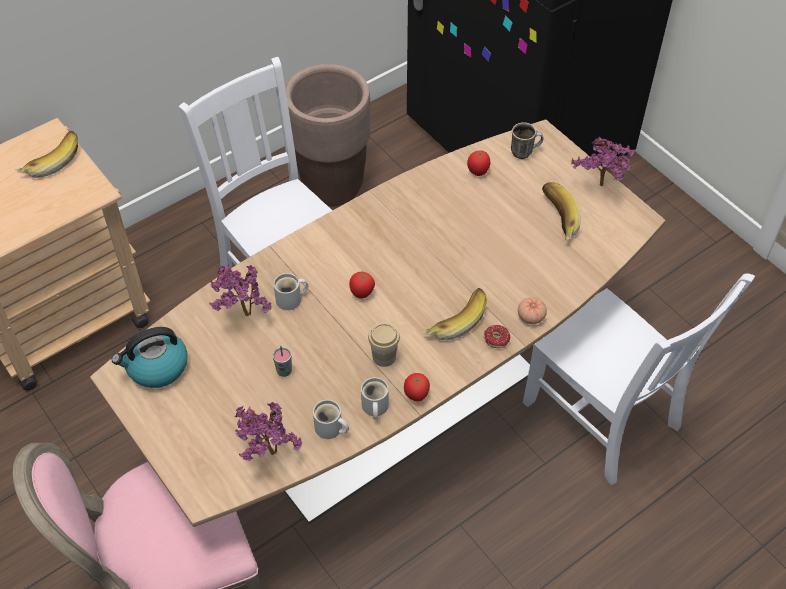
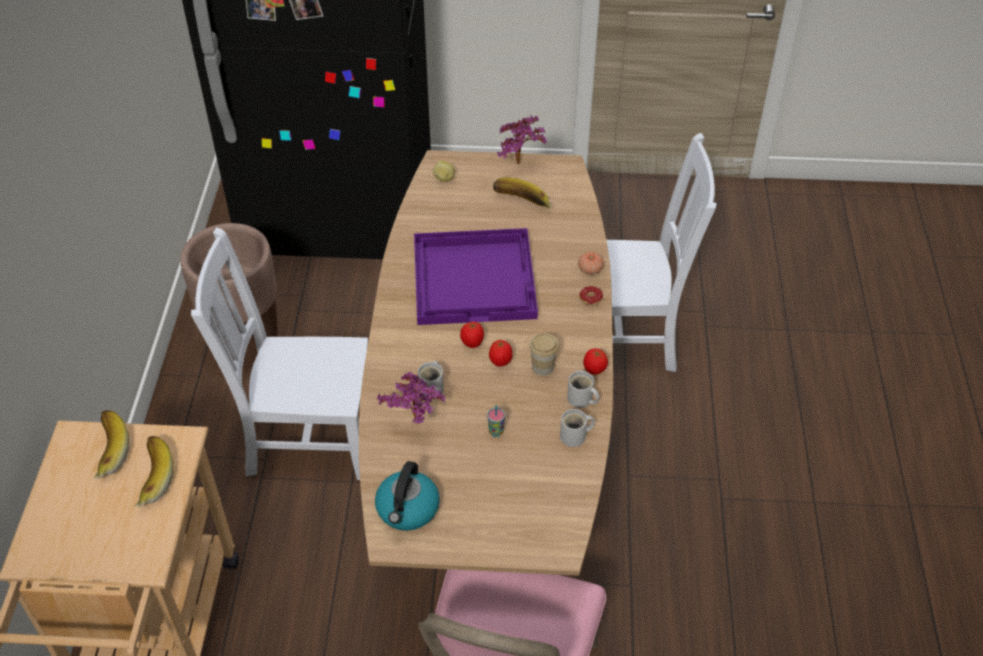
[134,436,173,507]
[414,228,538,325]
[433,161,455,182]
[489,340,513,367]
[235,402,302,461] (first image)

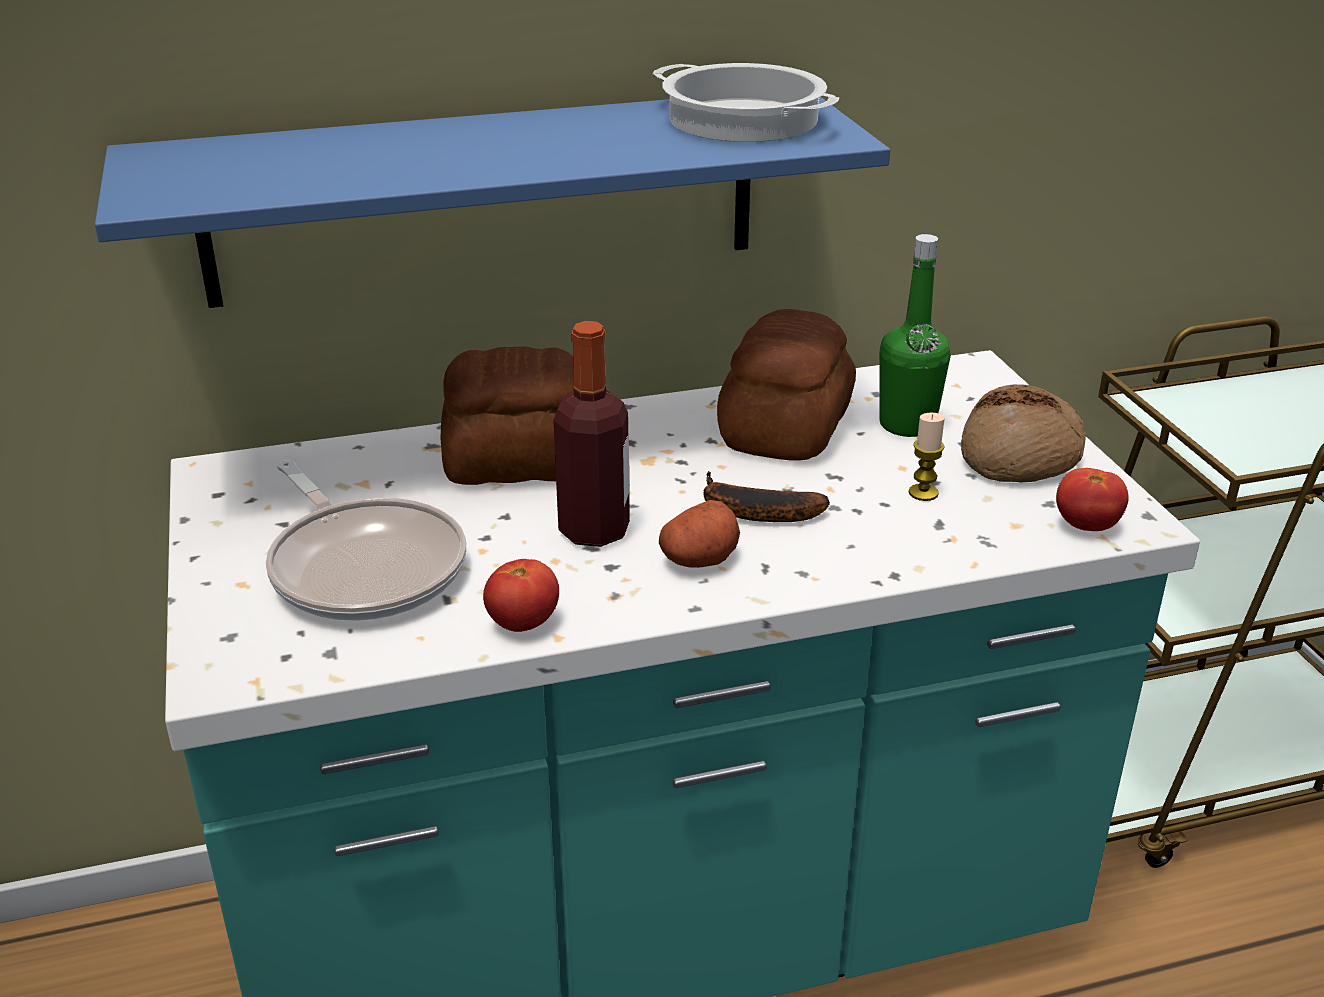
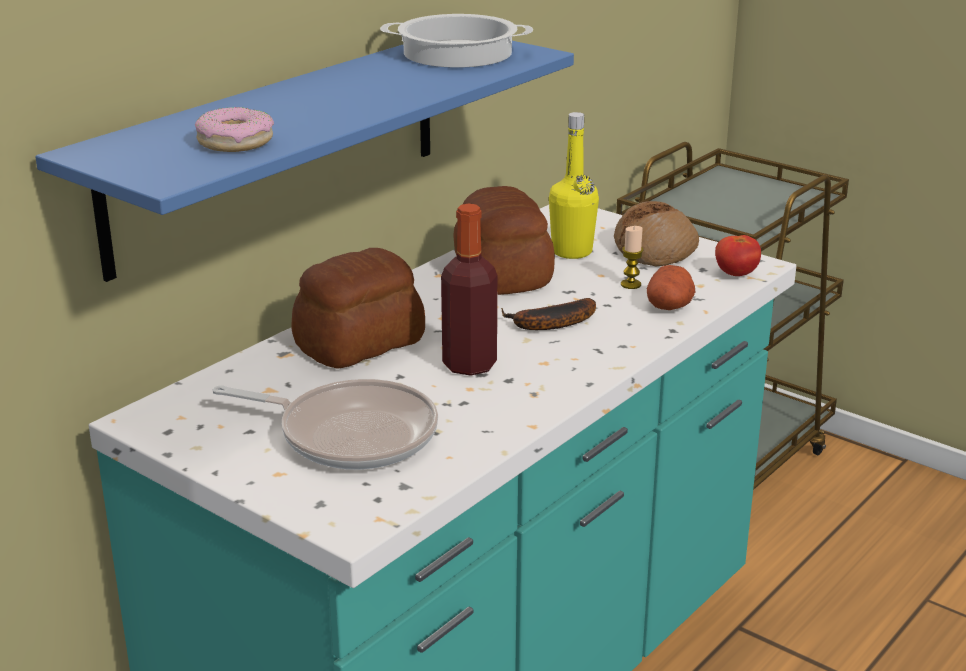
[195,107,274,152]
[549,112,599,259]
[647,265,695,310]
[483,559,559,632] (first image)

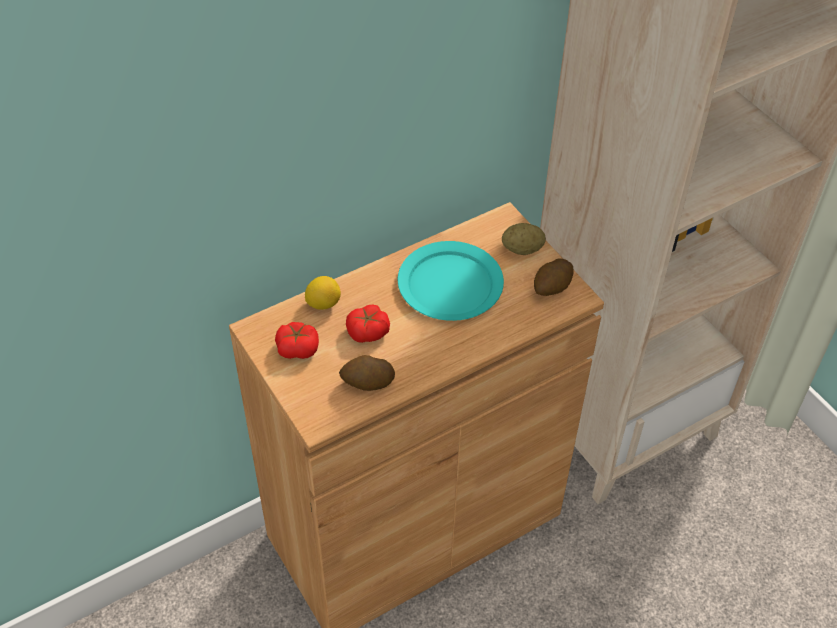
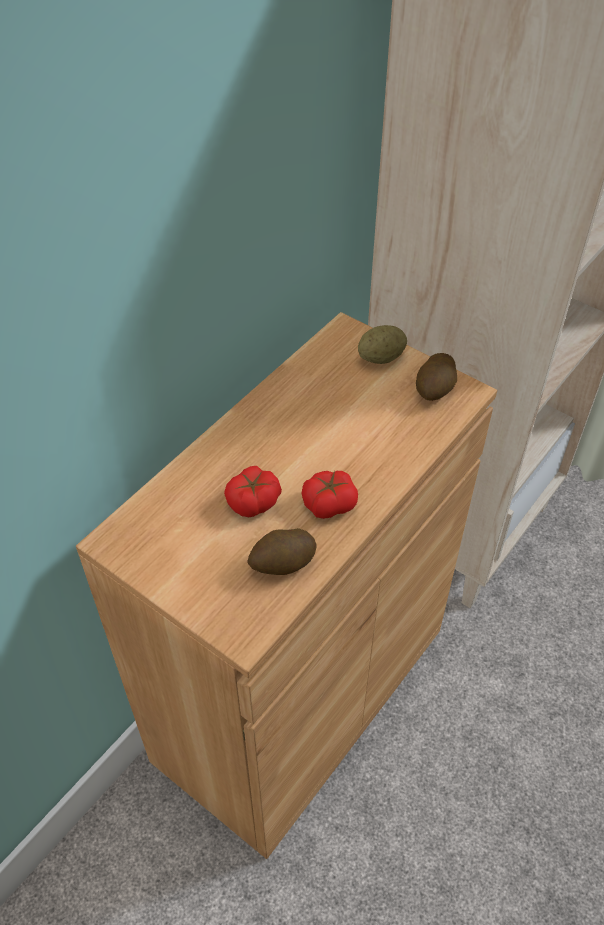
[301,471,358,519]
[305,276,341,310] (first image)
[398,241,504,321] (first image)

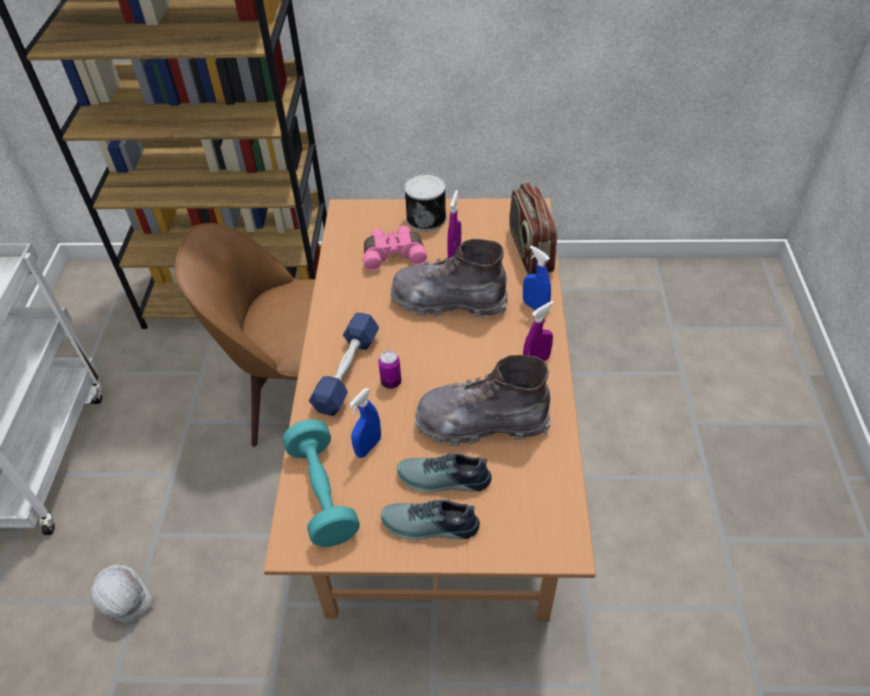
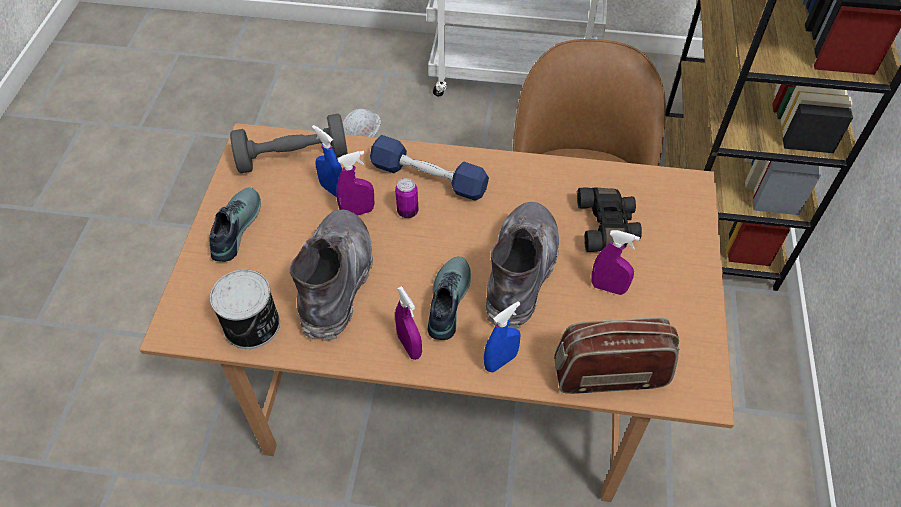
[210,269,280,349]
[230,114,348,173]
[336,151,374,215]
[428,256,471,340]
[577,187,642,252]

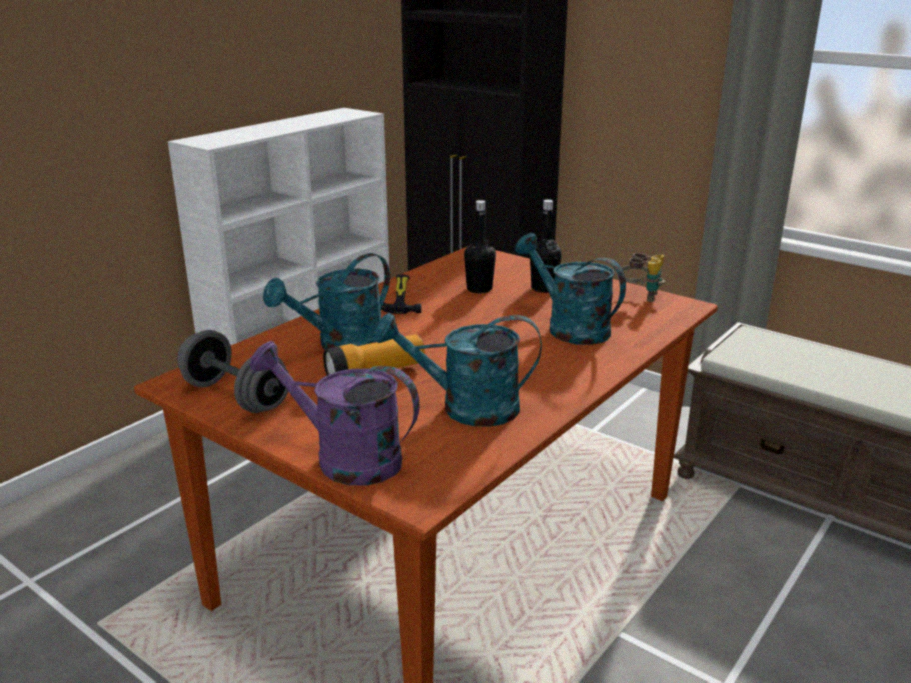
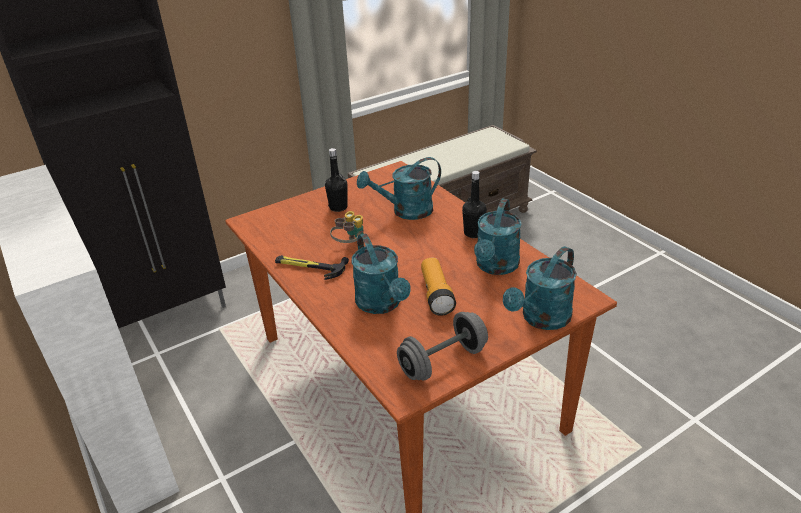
[330,211,364,244]
[462,171,487,238]
[503,246,577,330]

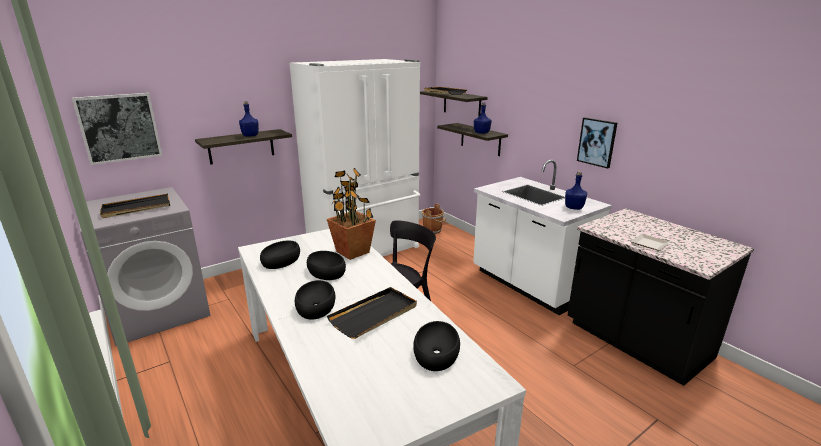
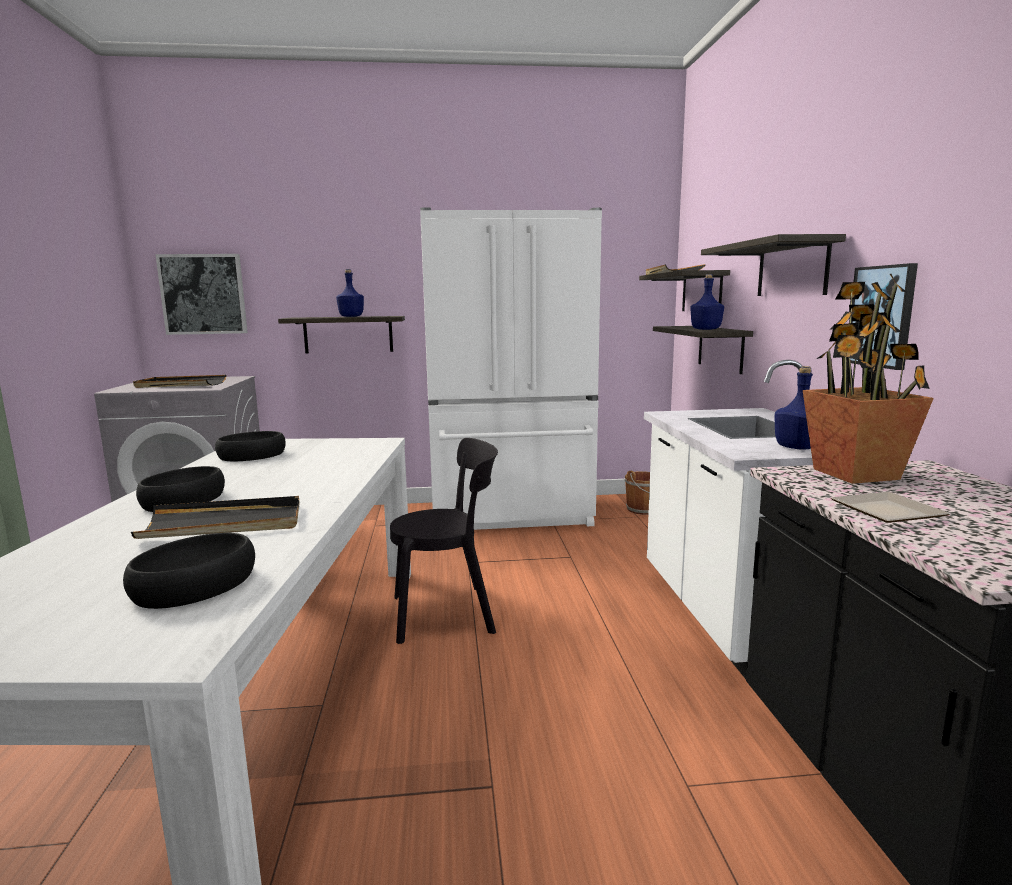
[701,234,846,296]
[803,274,934,484]
[307,251,346,280] (first image)

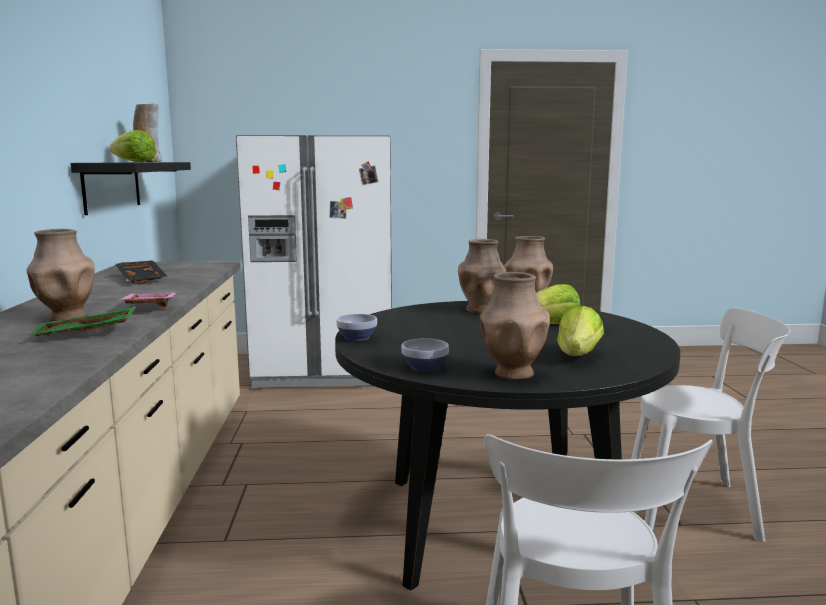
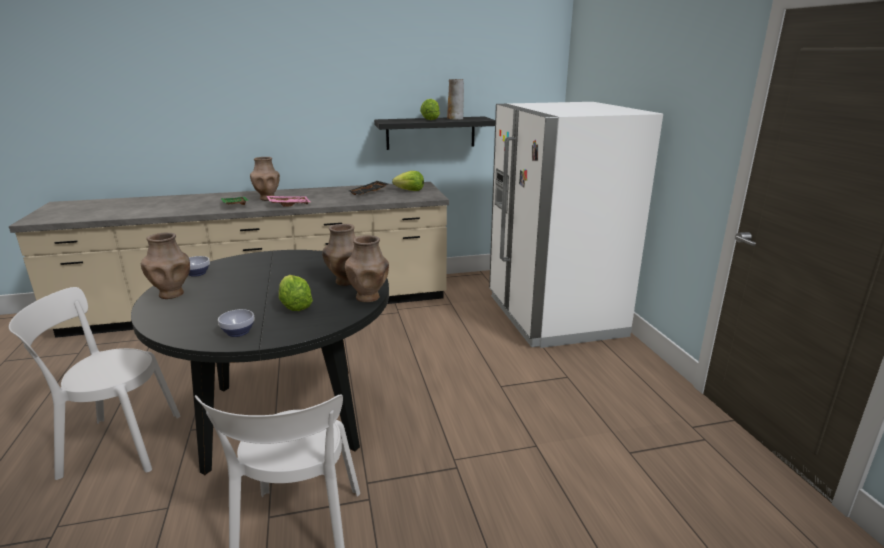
[218,309,254,337]
[392,171,424,191]

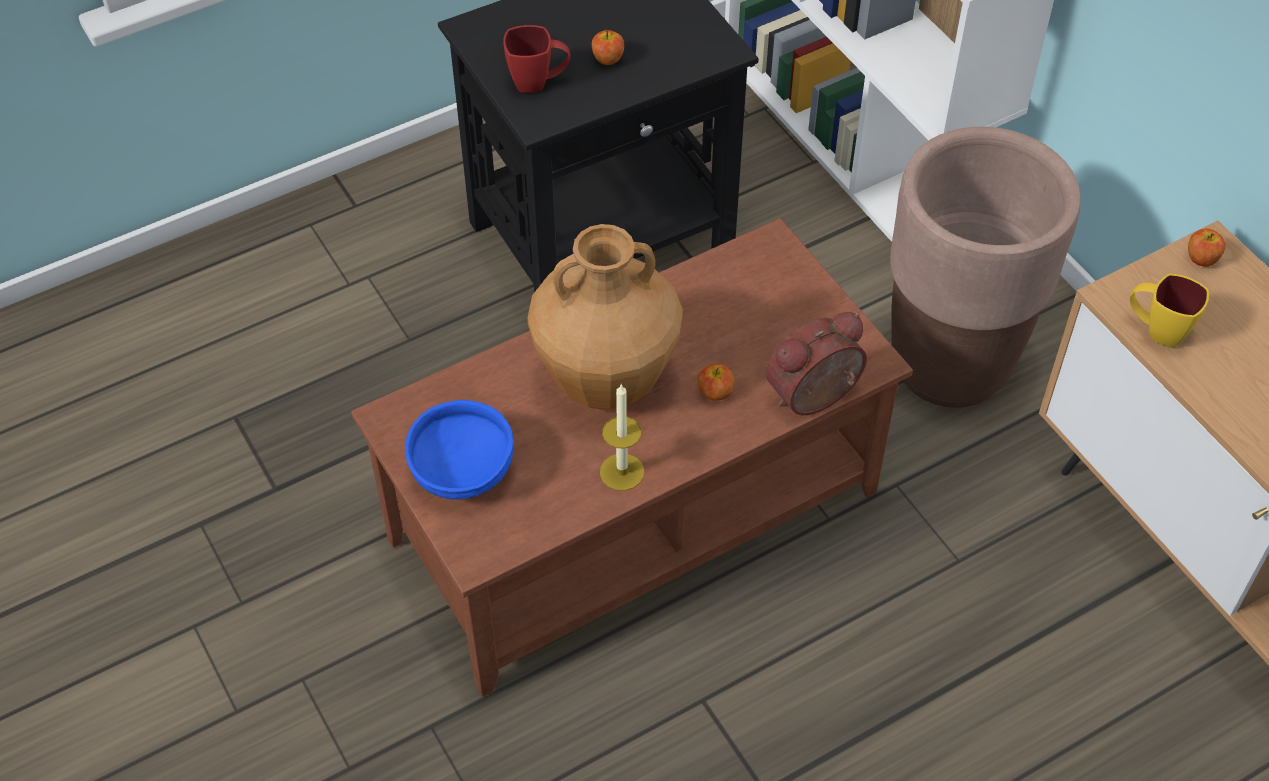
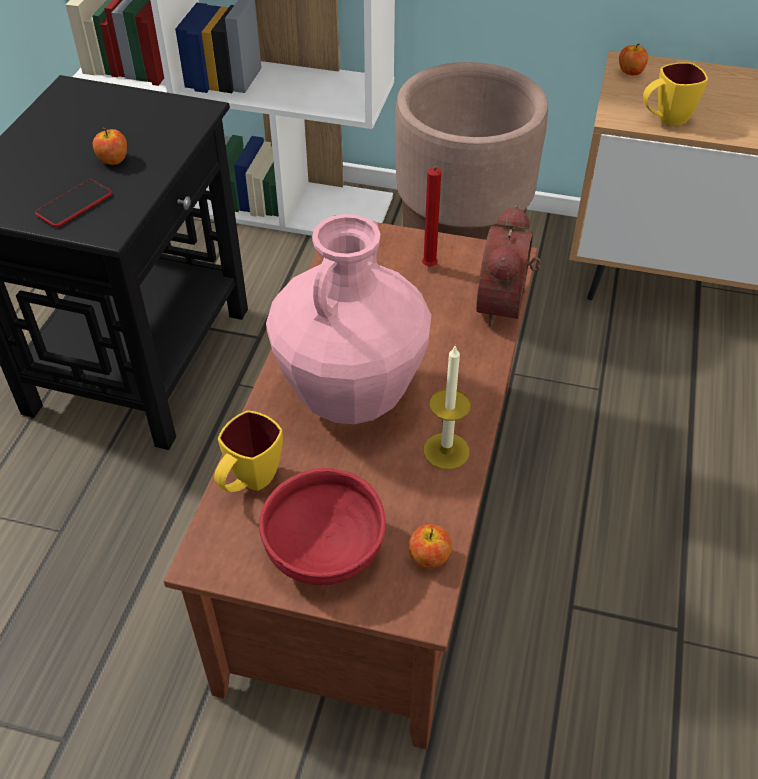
[35,180,112,227]
[214,410,283,492]
[259,468,386,585]
[266,214,431,424]
[409,524,452,568]
[422,166,441,267]

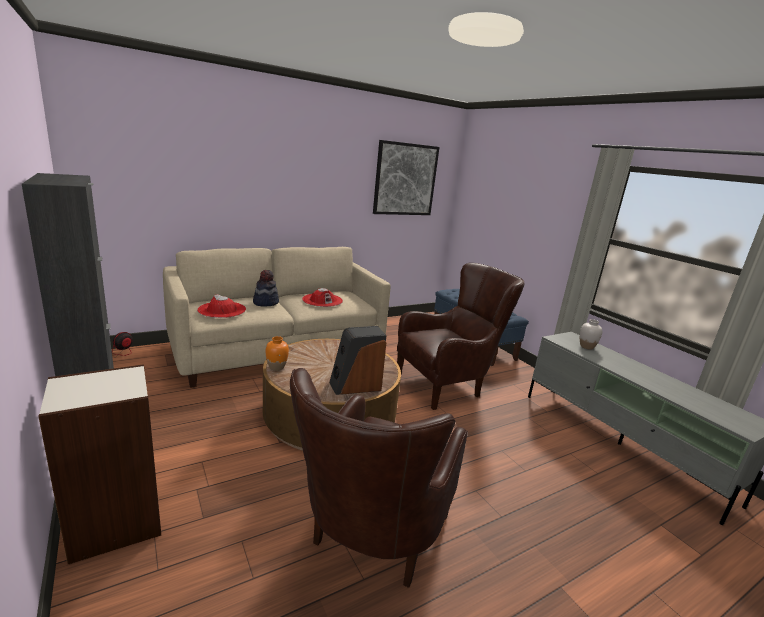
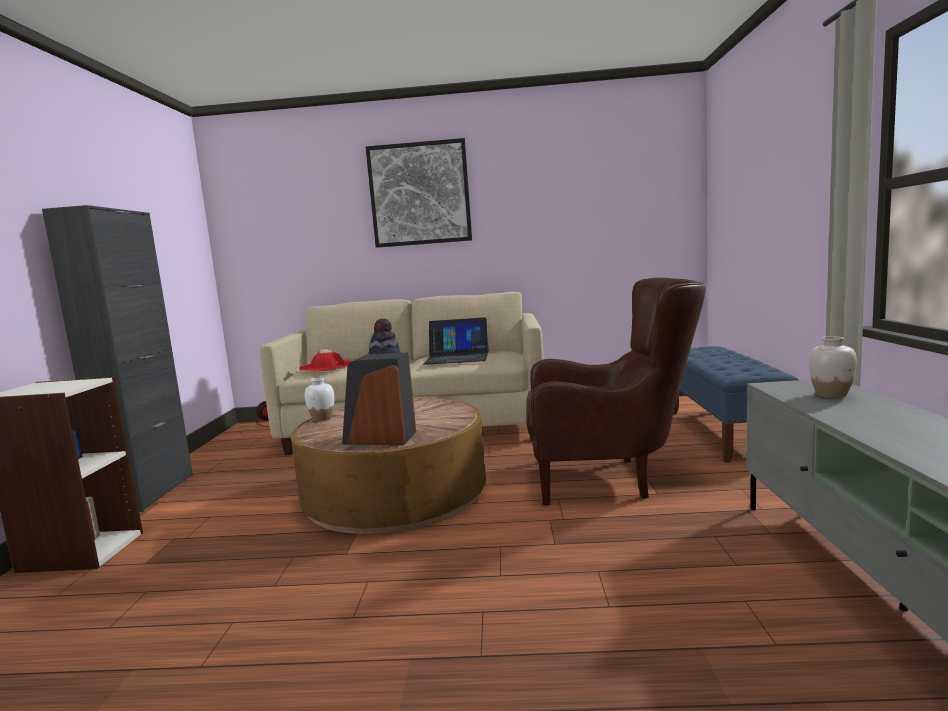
[305,378,334,421]
[366,138,472,248]
[424,317,489,365]
[290,368,468,588] (first image)

